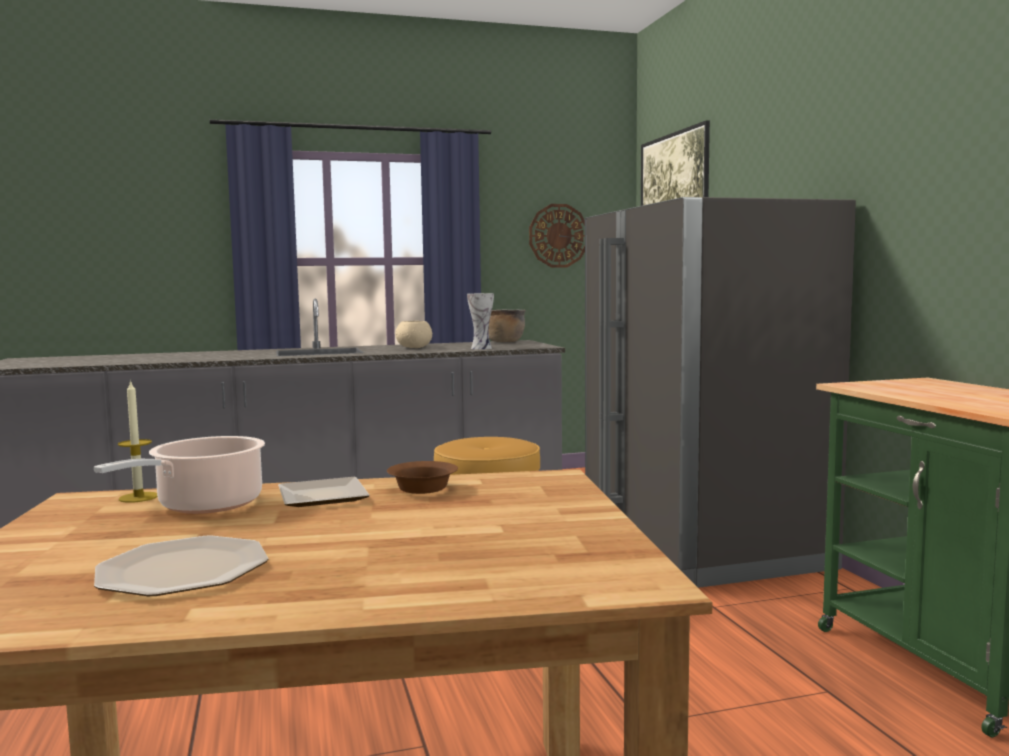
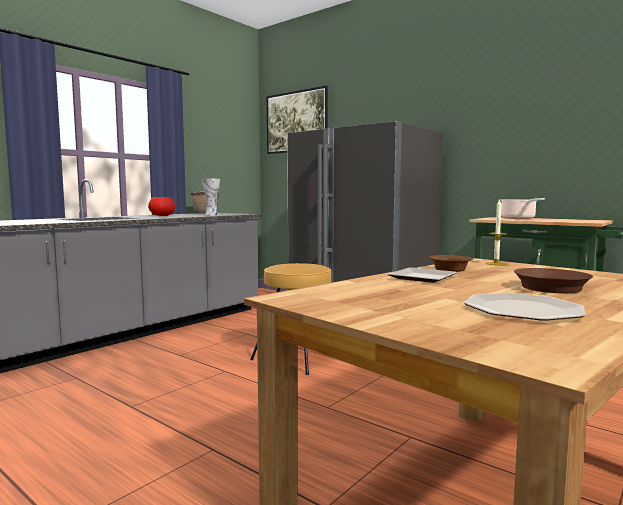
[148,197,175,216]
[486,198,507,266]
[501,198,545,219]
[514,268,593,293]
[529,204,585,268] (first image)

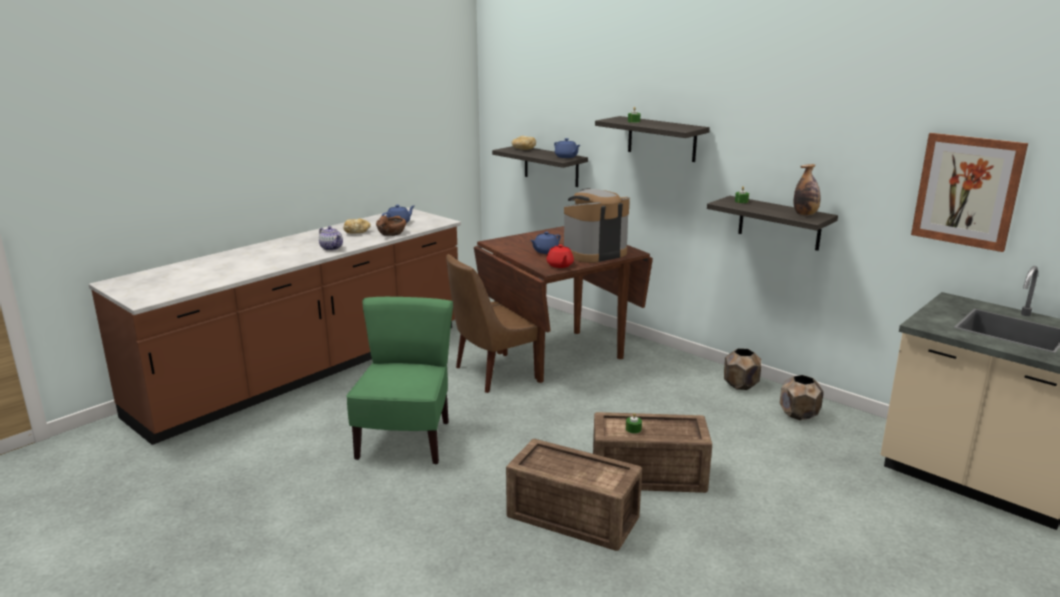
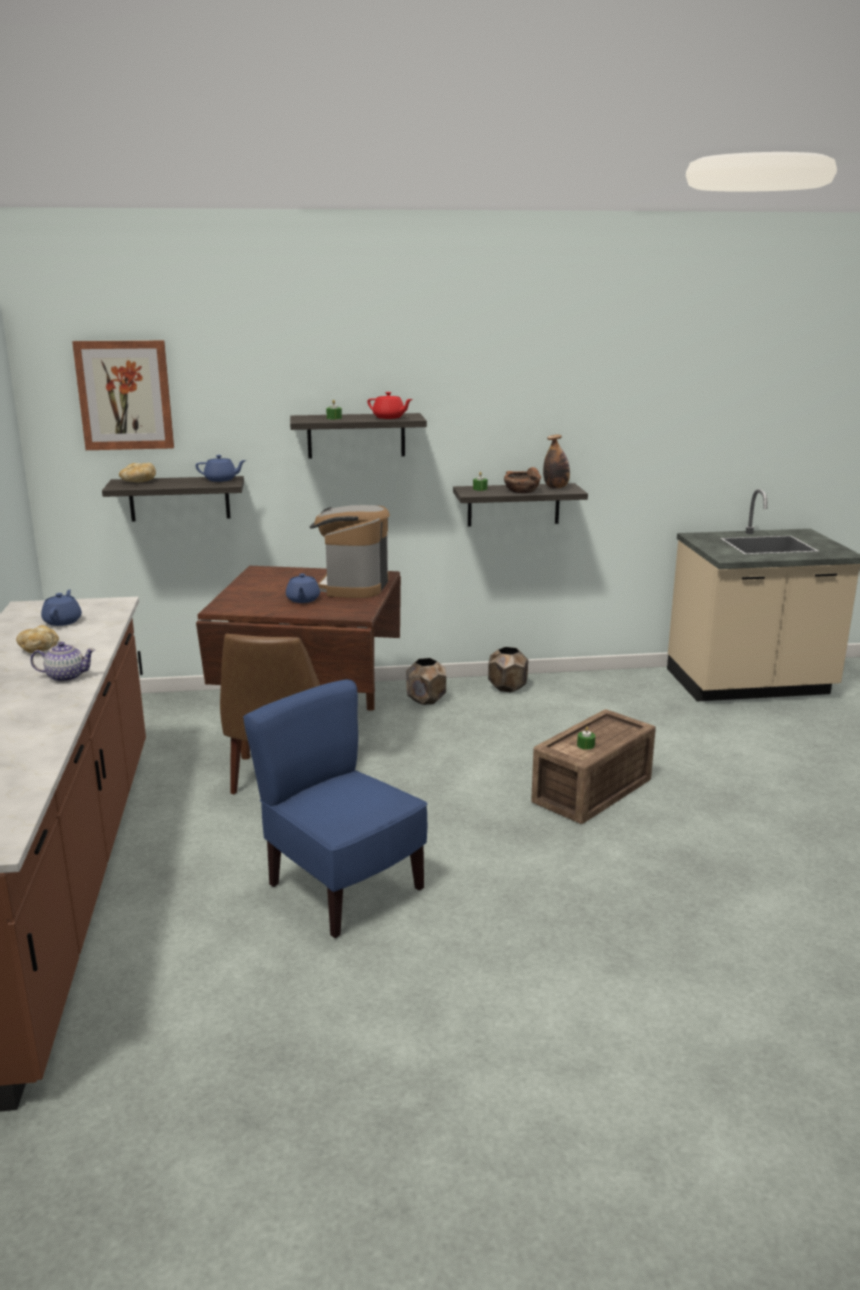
[72,340,174,450]
[243,679,427,938]
[367,392,412,419]
[406,658,446,705]
[504,467,541,493]
[506,439,642,551] (first image)

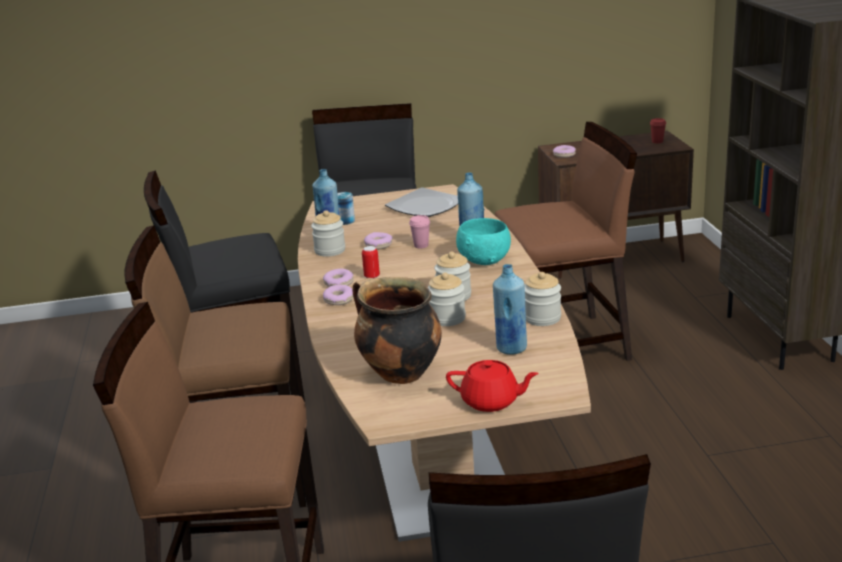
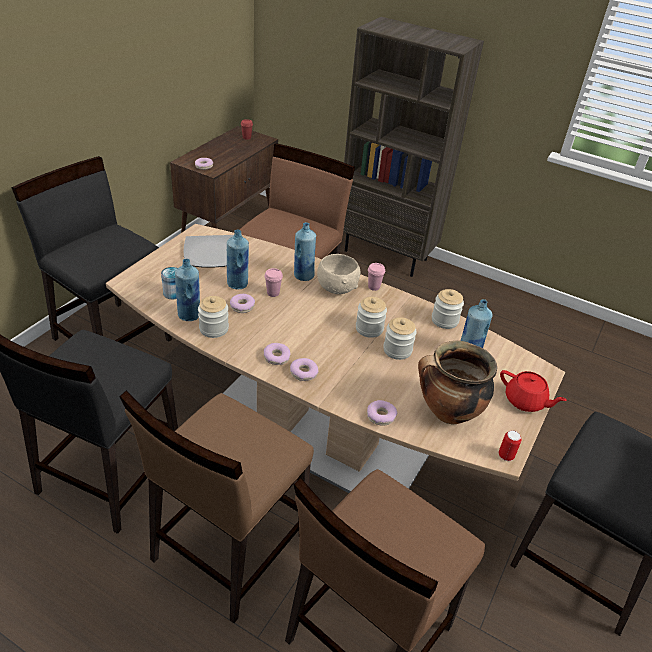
[227,230,249,289]
[317,254,360,294]
[367,400,397,426]
[368,263,385,291]
[499,431,522,461]
[500,370,567,412]

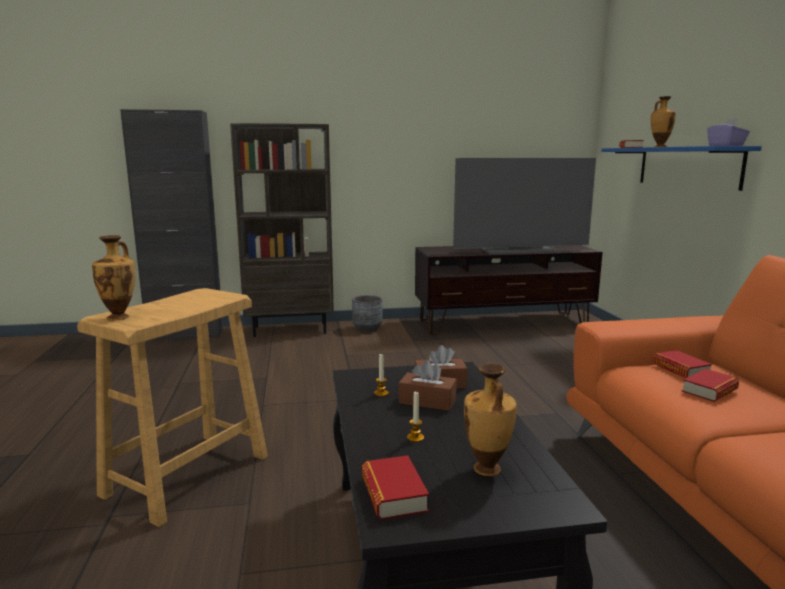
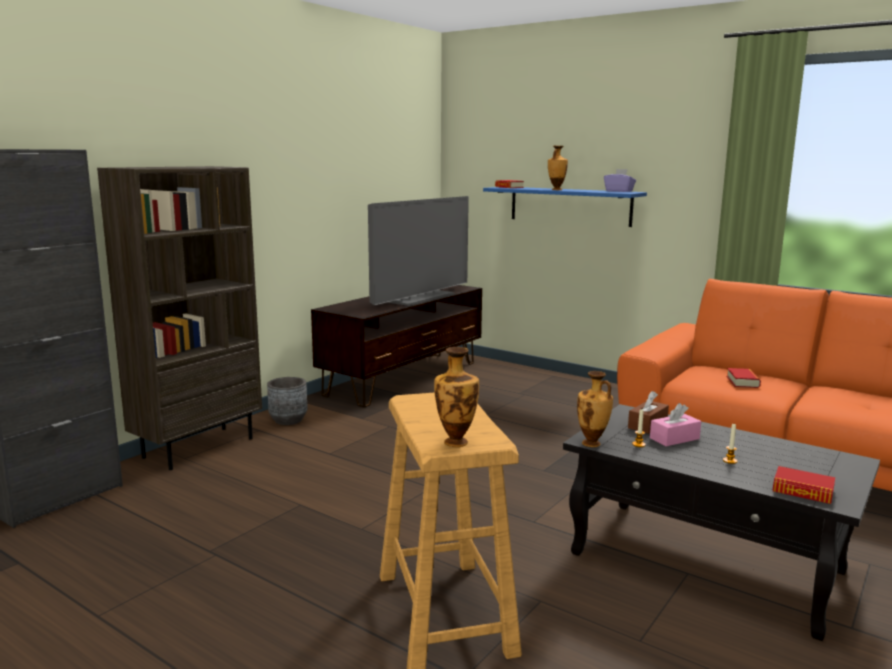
[577,371,613,447]
[650,403,701,446]
[653,350,712,378] (first image)

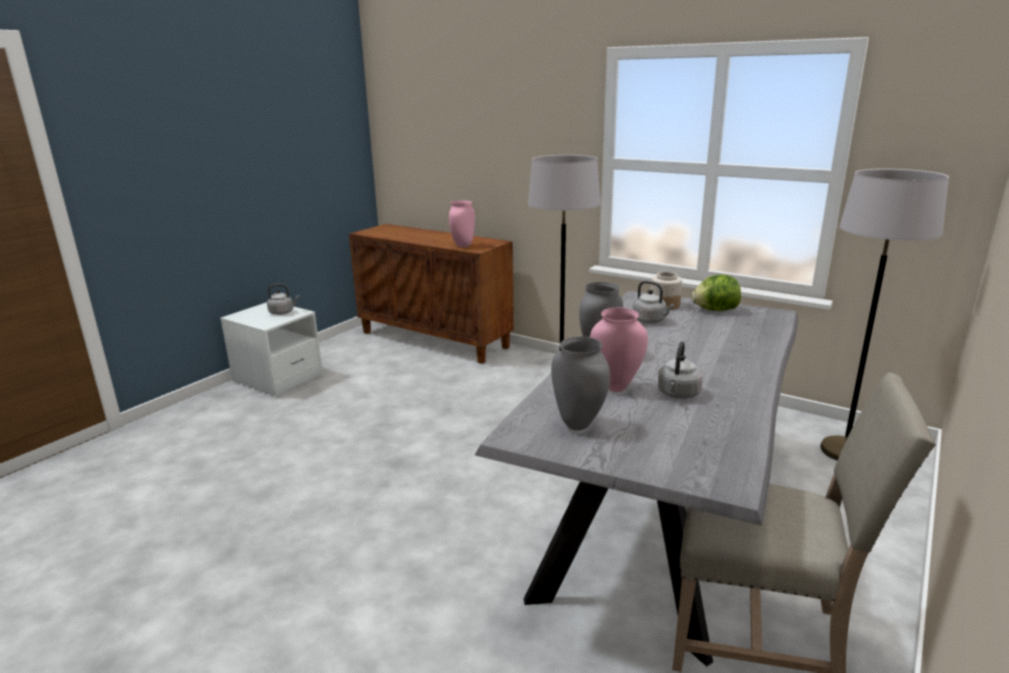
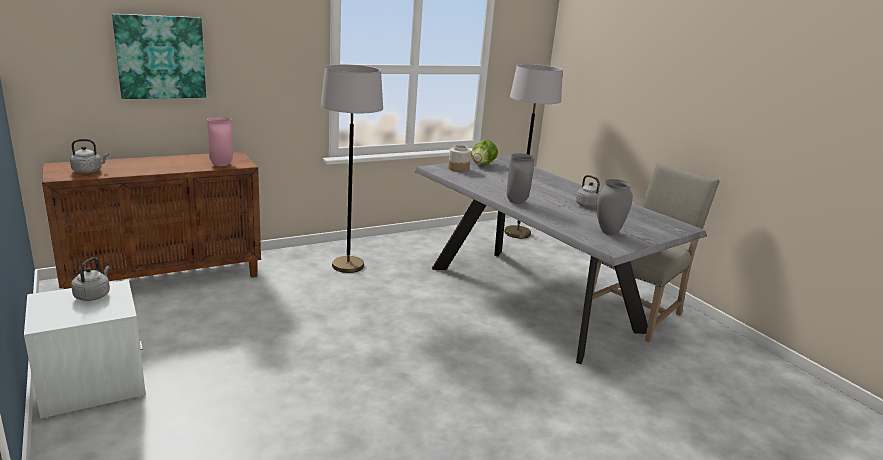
[70,139,109,173]
[112,14,206,99]
[590,308,648,392] (first image)

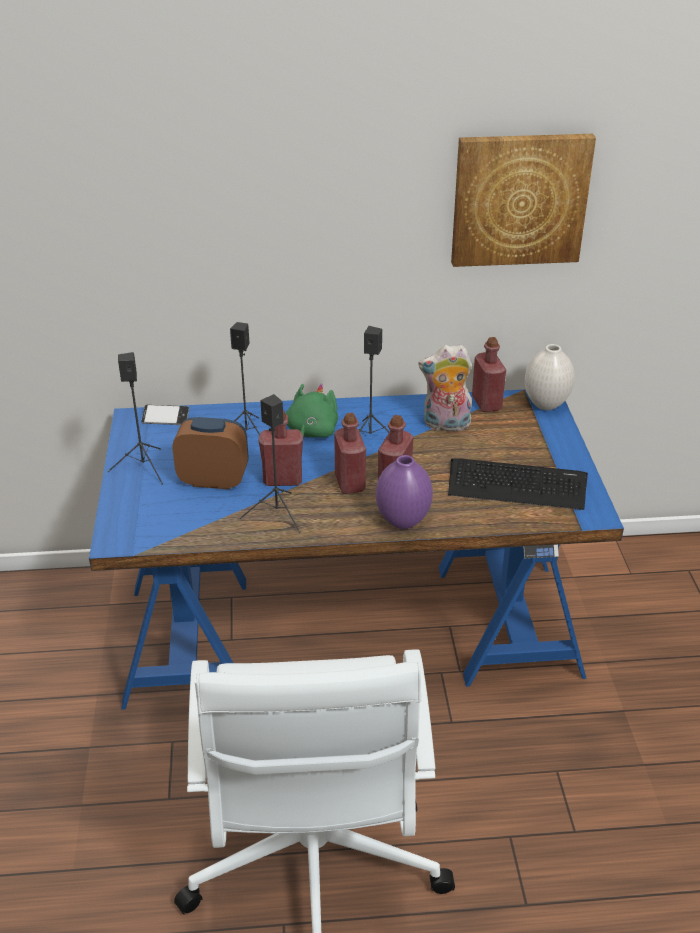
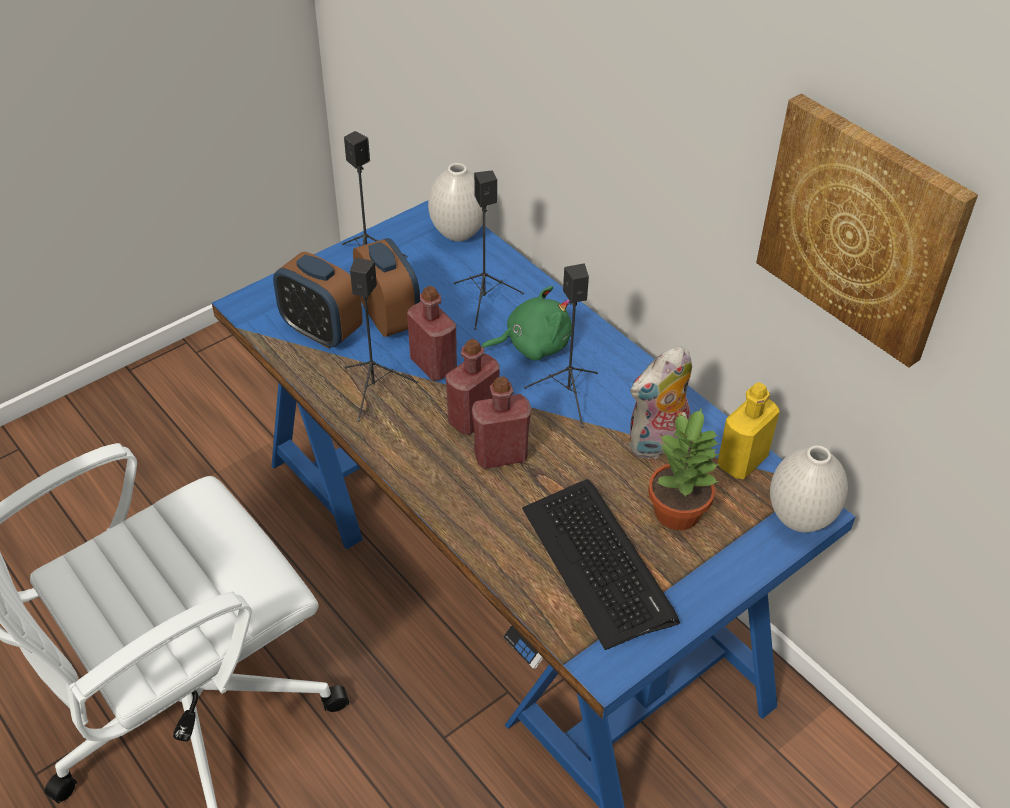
[273,252,363,349]
[428,163,488,242]
[628,346,692,459]
[648,407,720,530]
[718,382,780,479]
[376,455,433,529] (first image)

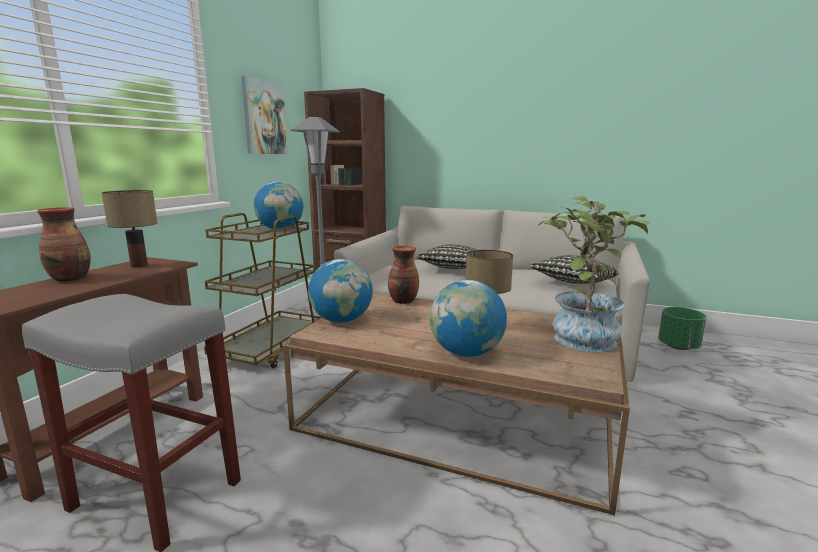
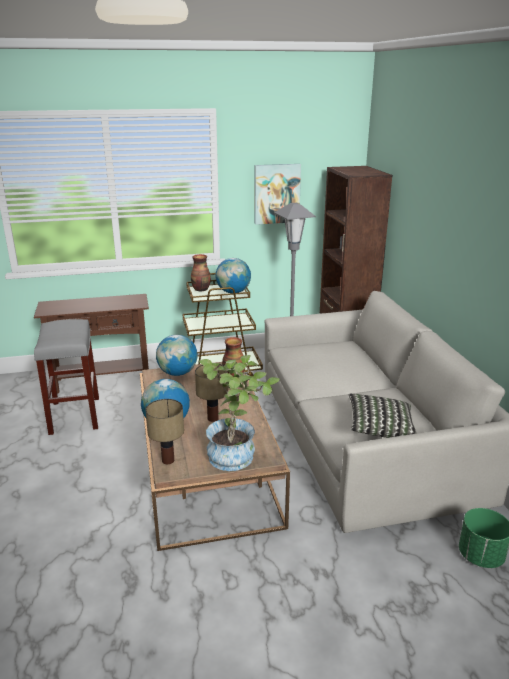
[145,399,184,464]
[191,254,211,291]
[416,244,476,269] (first image)

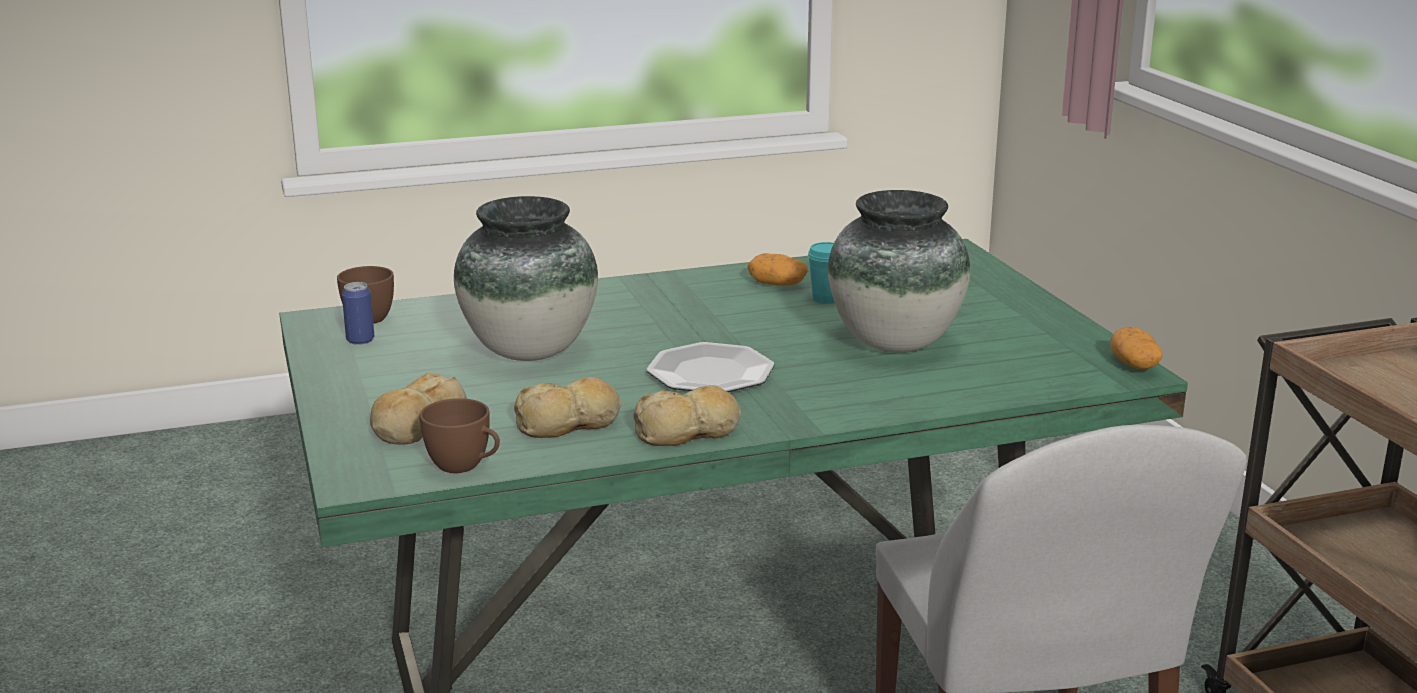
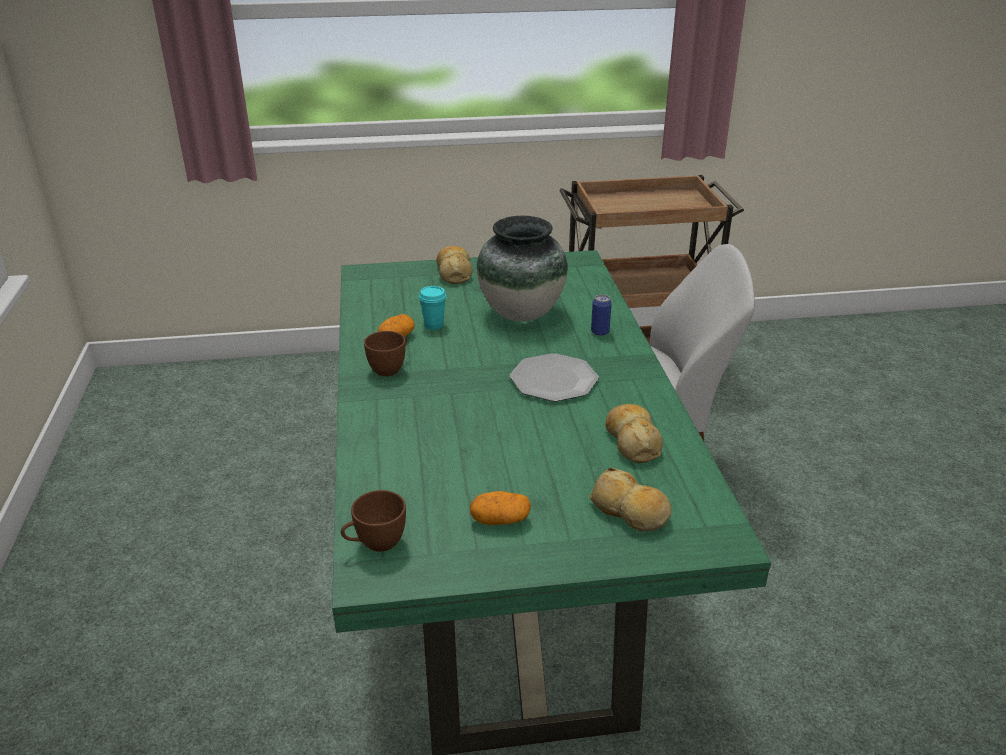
[364,331,407,376]
[436,246,472,284]
[470,491,531,525]
[591,294,612,336]
[454,196,598,361] (first image)

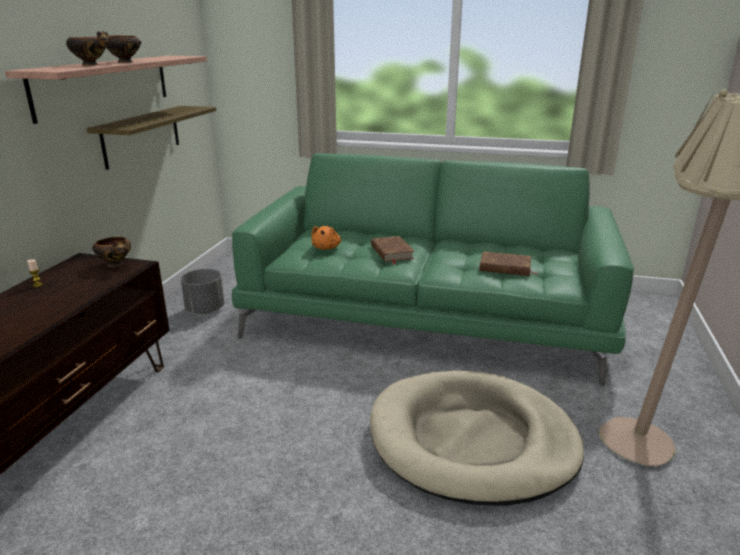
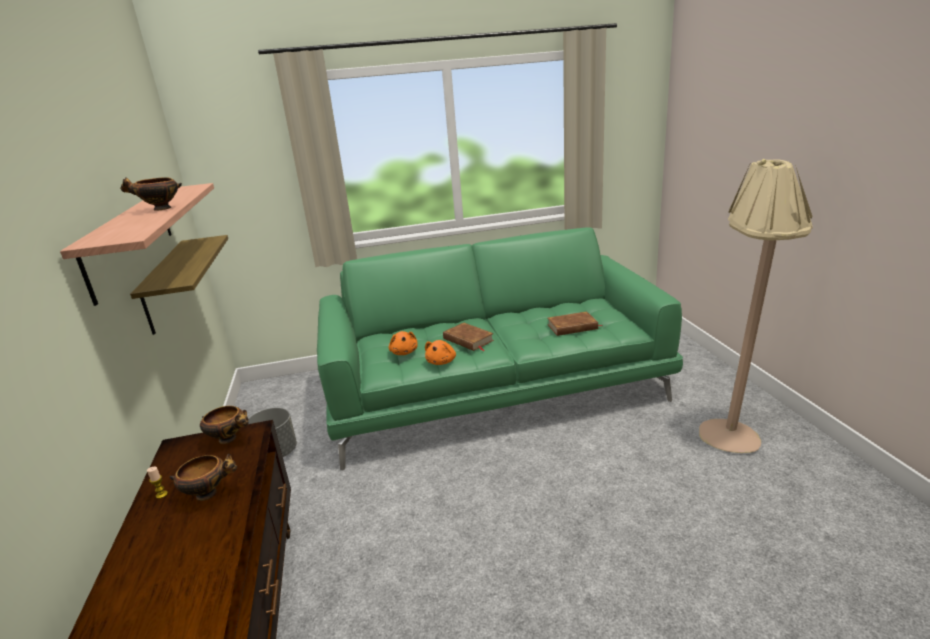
[170,454,237,501]
[425,340,456,365]
[370,371,584,505] (first image)

